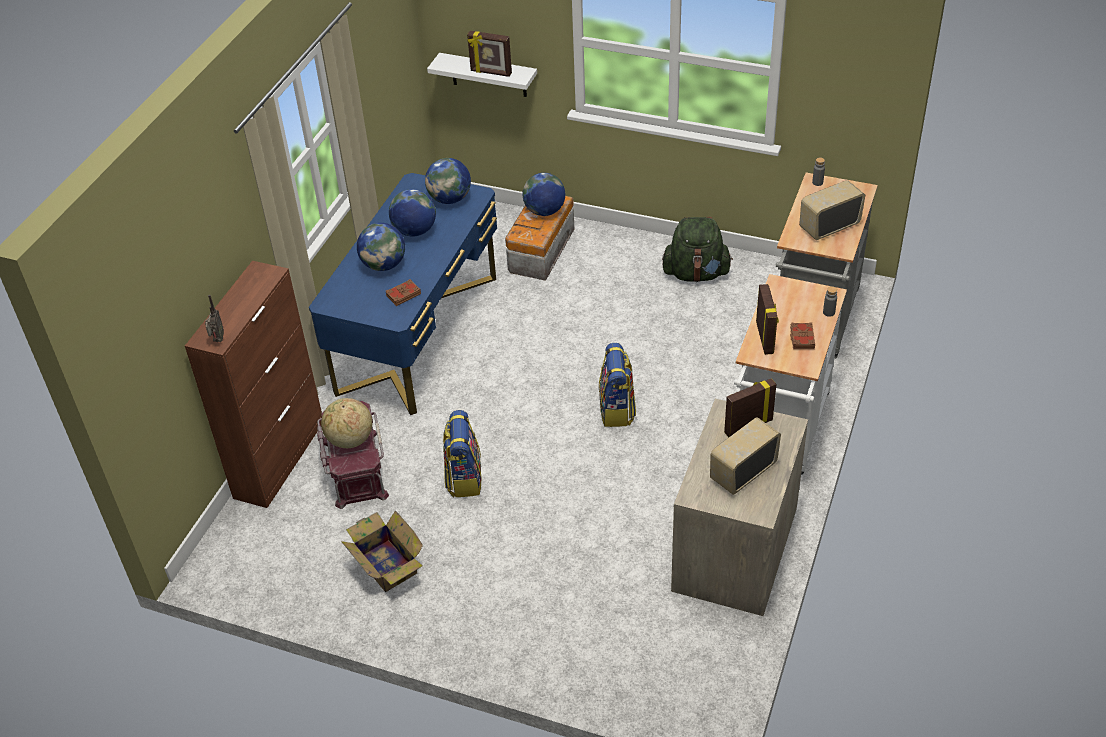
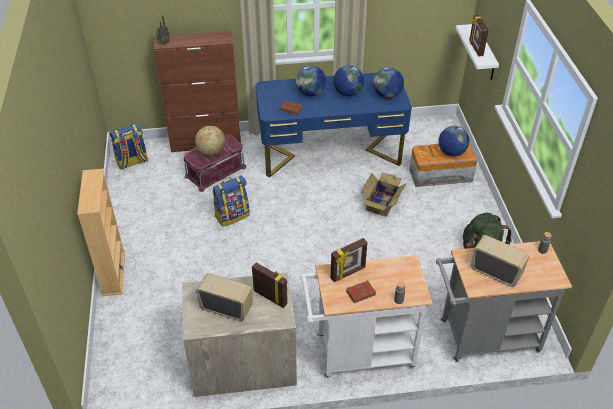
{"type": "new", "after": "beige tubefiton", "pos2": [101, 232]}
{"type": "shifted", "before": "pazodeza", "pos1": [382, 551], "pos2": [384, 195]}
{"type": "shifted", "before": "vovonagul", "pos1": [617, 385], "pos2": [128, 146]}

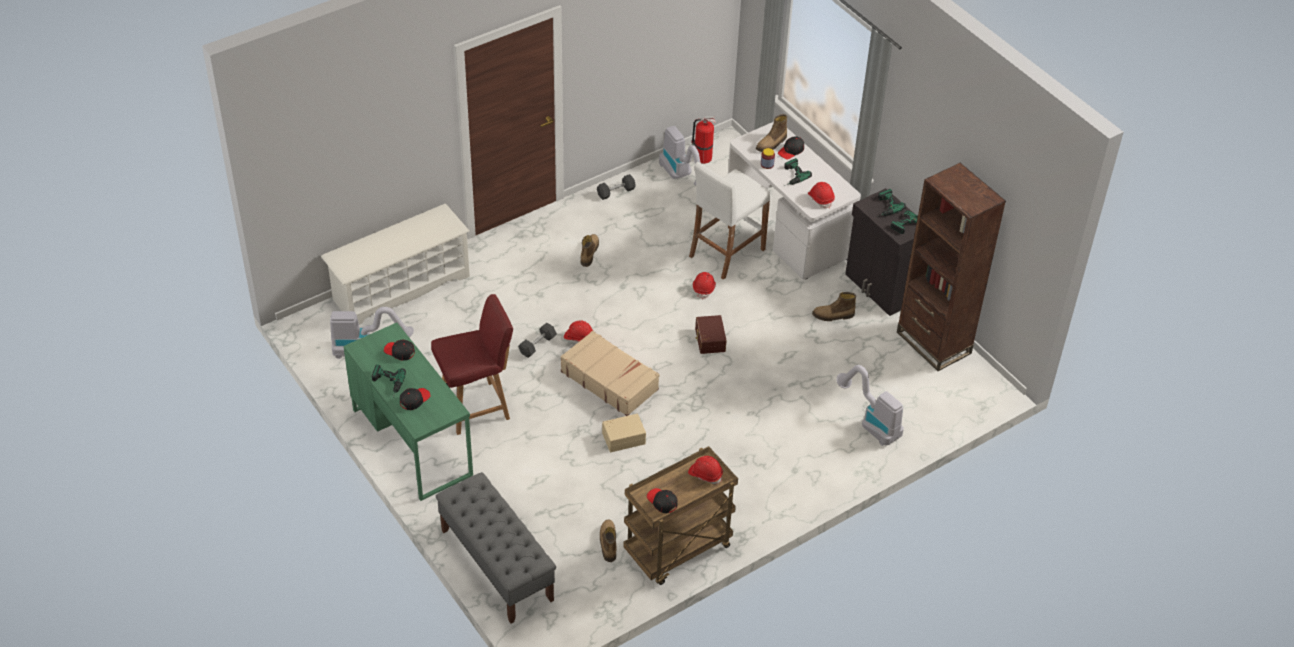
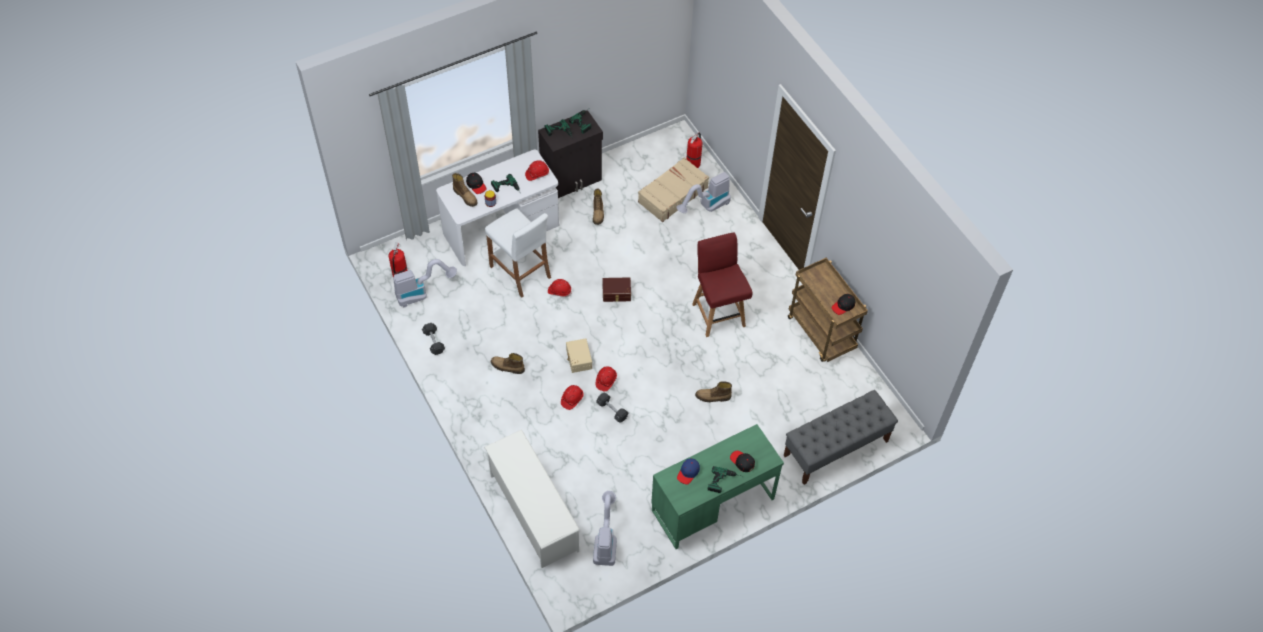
{"type": "gone", "before": "brown tubefiton", "pos1": [951, 267]}
{"type": "new", "after": "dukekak", "pos2": [694, 150]}
{"type": "shifted", "before": "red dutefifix", "pos1": [472, 364], "pos2": [722, 284]}
{"type": "shifted", "before": "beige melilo", "pos1": [610, 373], "pos2": [673, 189]}
{"type": "shifted", "before": "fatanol", "pos1": [608, 541], "pos2": [713, 391]}
{"type": "shifted", "before": "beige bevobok", "pos1": [624, 433], "pos2": [579, 355]}
{"type": "shifted", "before": "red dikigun", "pos1": [705, 470], "pos2": [572, 397]}
{"type": "repainted", "before": "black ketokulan", "after": "blue ketokulan", "pos1": [399, 350], "pos2": [688, 471]}

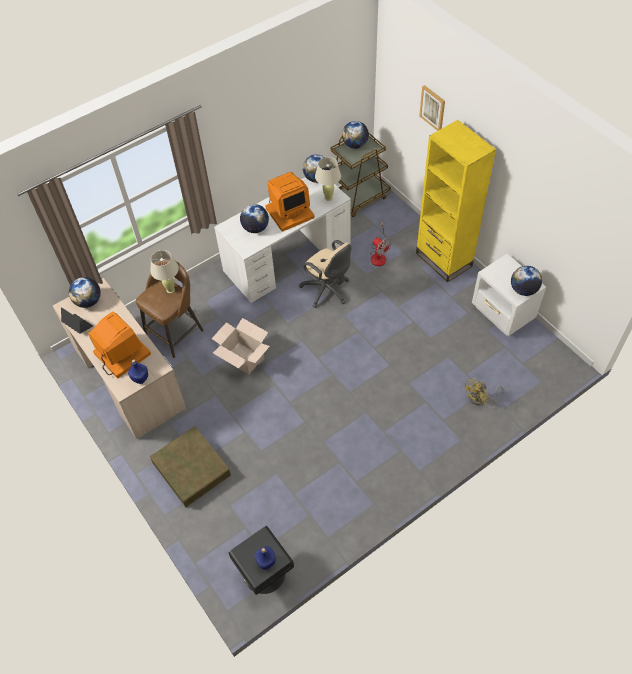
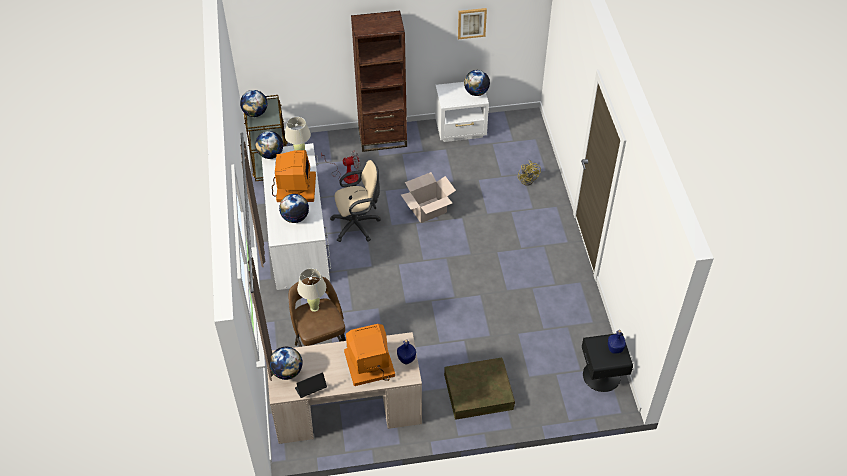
{"type": "shifted", "before": "pazodeza", "pos1": [241, 346], "pos2": [428, 197]}
{"type": "shifted", "before": "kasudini", "pos1": [432, 108], "pos2": [472, 23]}
{"type": "repainted", "before": "yellow tubefiton", "after": "brown tubefiton", "pos1": [456, 201], "pos2": [379, 81]}

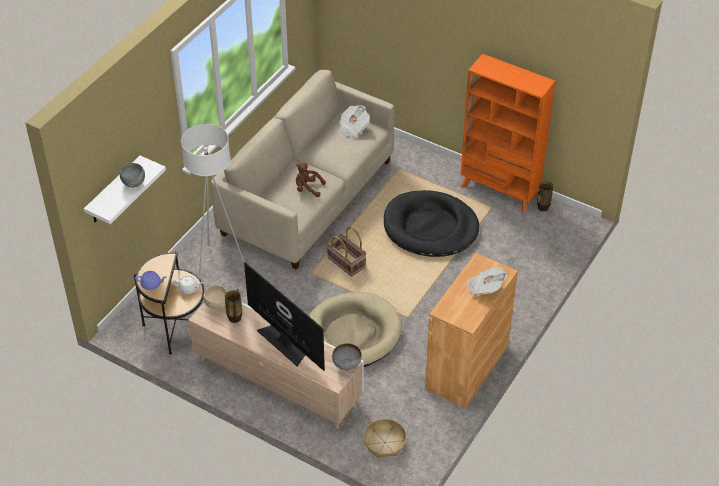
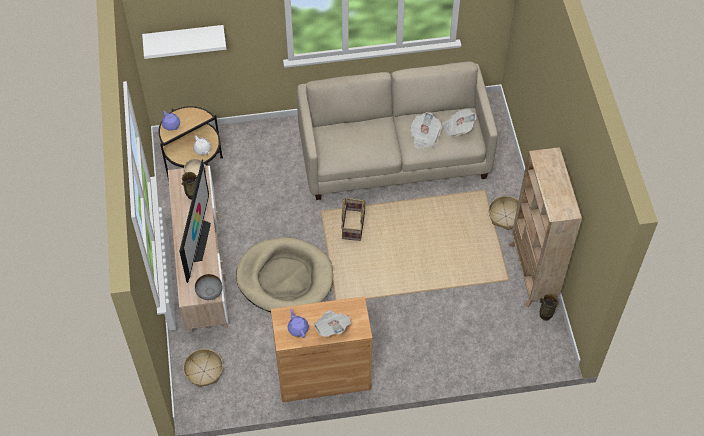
{"type": "gone", "before": "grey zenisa", "pos1": [132, 175]}
{"type": "gone", "before": "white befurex", "pos1": [213, 200]}
{"type": "gone", "before": "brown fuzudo", "pos1": [311, 179]}
{"type": "gone", "before": "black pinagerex", "pos1": [431, 223]}
{"type": "new", "after": "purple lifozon", "pos2": [298, 323]}
{"type": "new", "after": "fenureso", "pos2": [426, 130]}
{"type": "new", "after": "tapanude", "pos2": [504, 213]}
{"type": "repainted", "before": "orange tubefiton", "after": "beige tubefiton", "pos1": [508, 133], "pos2": [546, 227]}

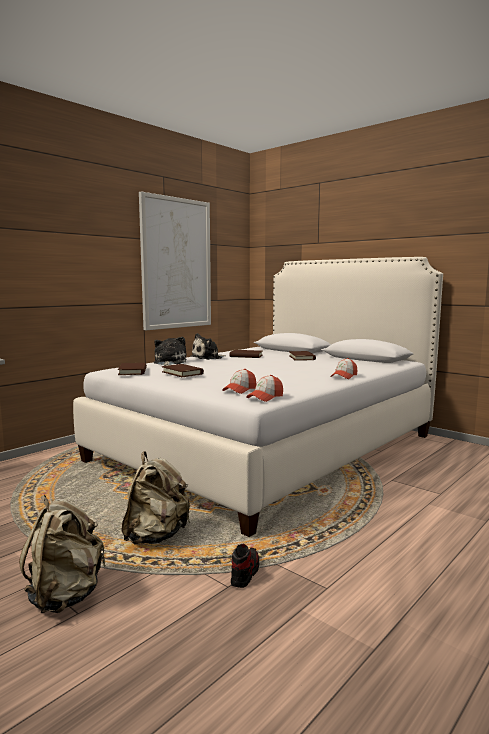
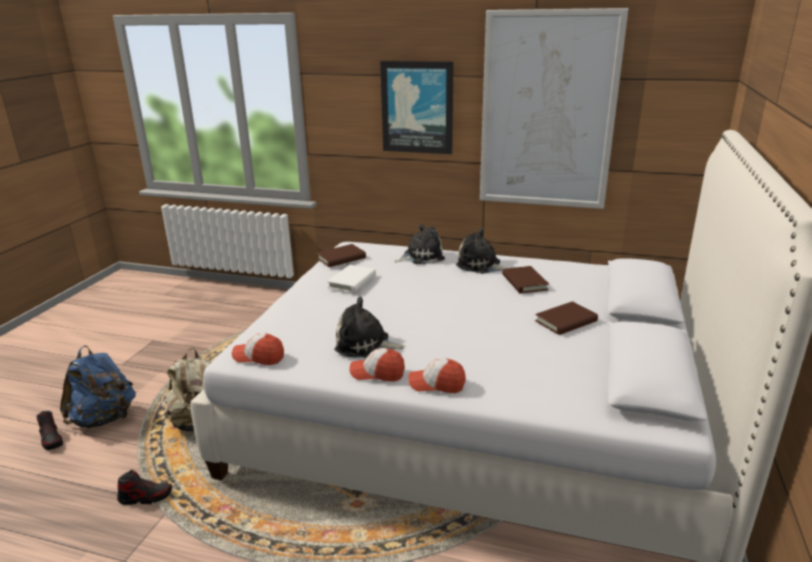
{"type": "new", "after": "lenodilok", "pos2": [49, 430]}
{"type": "new", "after": "fuzudo", "pos2": [370, 327]}
{"type": "new", "after": "kasudini", "pos2": [417, 107]}
{"type": "shifted", "before": "ketokulan", "pos1": [239, 381], "pos2": [377, 365]}
{"type": "repainted", "before": "beige vovonagul", "after": "blue vovonagul", "pos1": [62, 554], "pos2": [98, 387]}
{"type": "repainted", "before": "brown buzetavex", "after": "white buzetavex", "pos1": [183, 370], "pos2": [351, 279]}

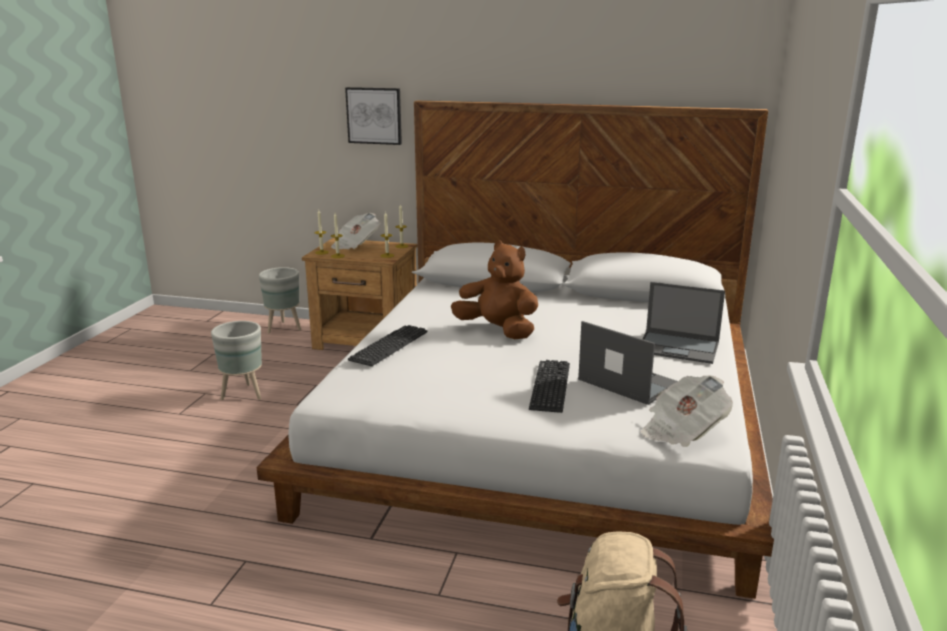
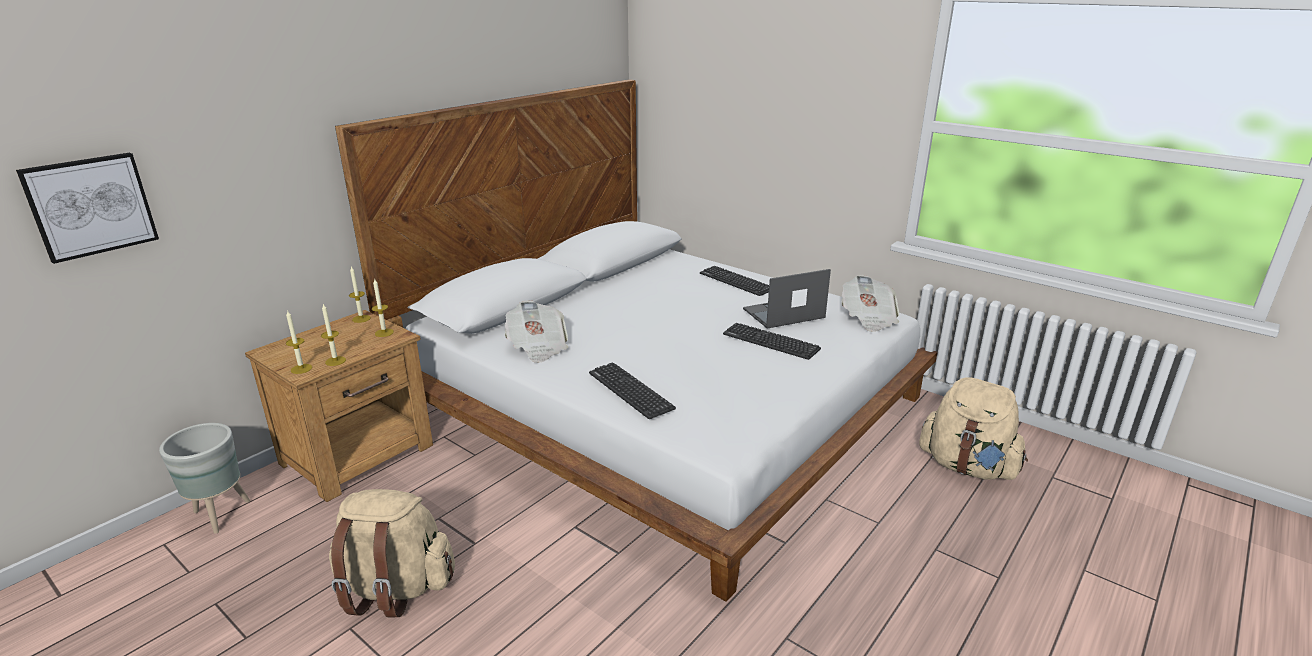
{"type": "gone", "before": "brown fuzudo", "pos1": [494, 289]}
{"type": "shifted", "before": "fenureso", "pos1": [355, 231], "pos2": [536, 331]}
{"type": "shifted", "before": "kasudini", "pos1": [373, 116], "pos2": [87, 208]}
{"type": "swapped", "before": "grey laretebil", "after": "beige vovonagul", "pos1": [236, 360], "pos2": [392, 553]}
{"type": "swapped", "before": "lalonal", "after": "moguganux", "pos1": [683, 323], "pos2": [734, 281]}

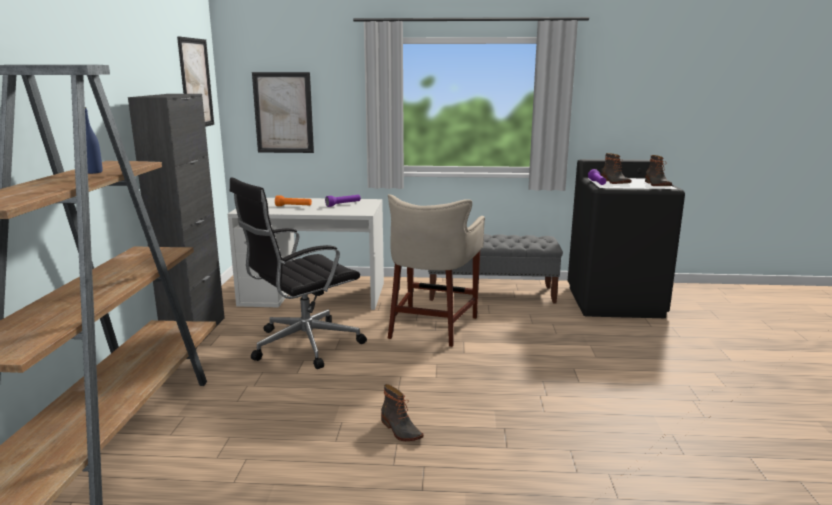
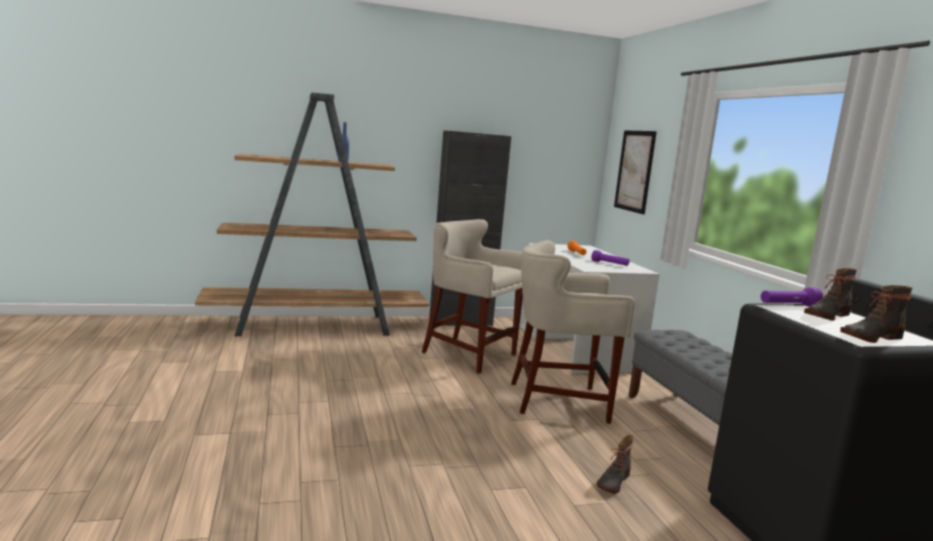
{"type": "gone", "before": "kasudini", "pos1": [195, 82]}
{"type": "shifted", "before": "fatanol", "pos1": [402, 412], "pos2": [615, 464]}
{"type": "swapped", "before": "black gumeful", "after": "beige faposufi", "pos1": [298, 273], "pos2": [472, 296]}

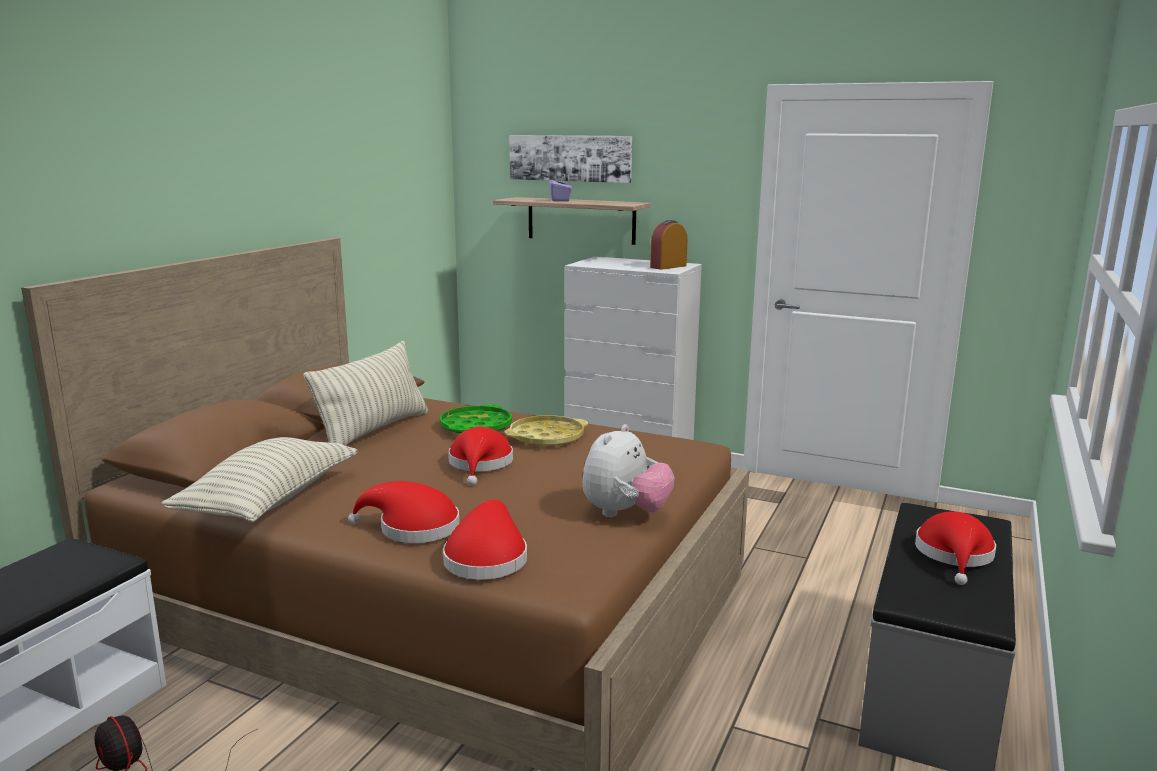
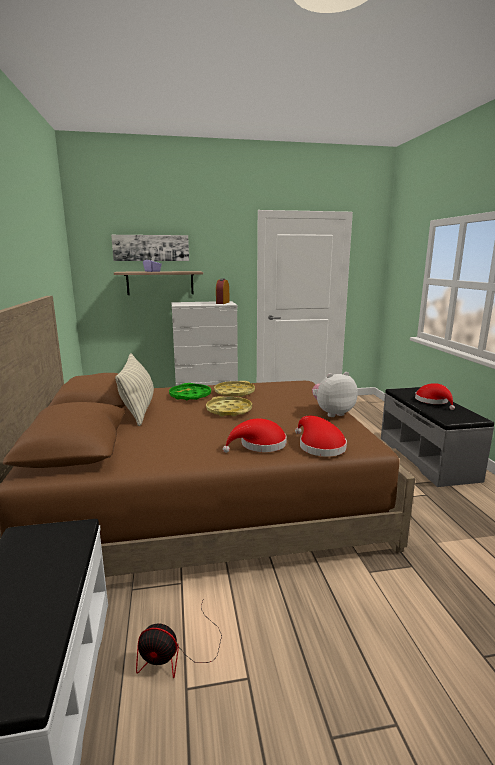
{"type": "gone", "before": "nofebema", "pos1": [259, 479]}
{"type": "swapped", "before": "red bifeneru", "after": "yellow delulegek", "pos1": [480, 456], "pos2": [229, 406]}
{"type": "rotated", "before": "fuzudo", "pos1": [628, 470], "pos2": [335, 394], "turn": -105}

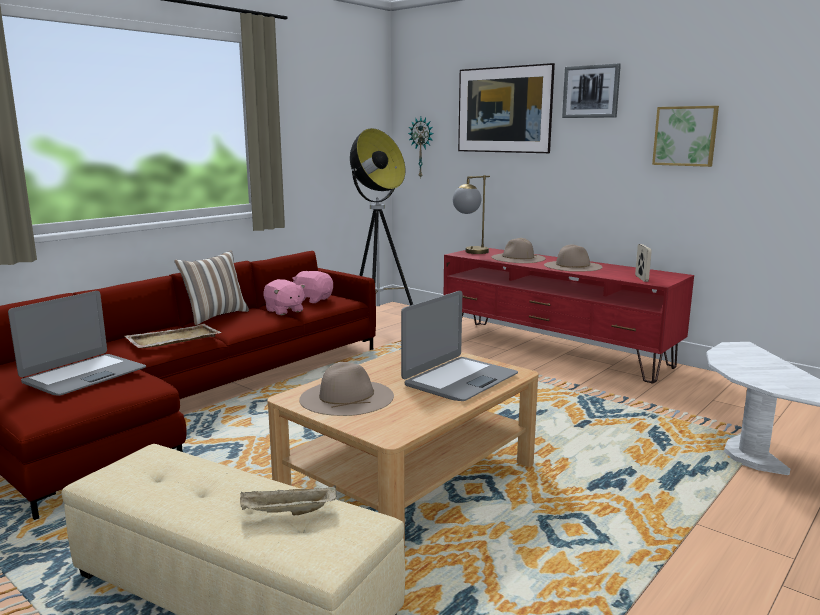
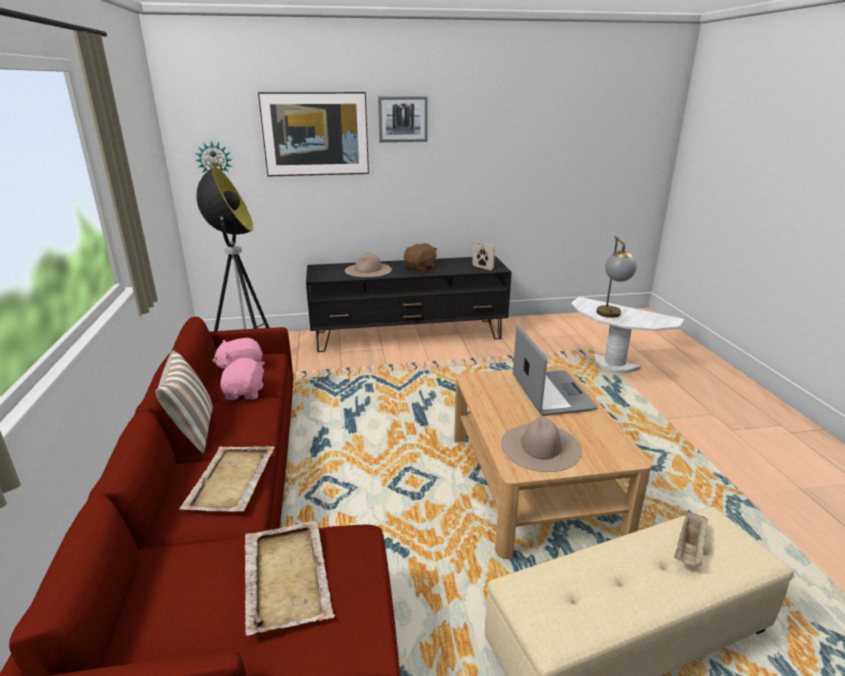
{"type": "gone", "before": "kasudini", "pos1": [685, 136]}
{"type": "shifted", "before": "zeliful", "pos1": [471, 214], "pos2": [616, 277]}
{"type": "swapped", "before": "lalonal", "after": "beige delulegek", "pos1": [77, 343], "pos2": [290, 578]}
{"type": "swapped", "before": "beige bifeneru", "after": "brown fuzudo", "pos1": [573, 258], "pos2": [420, 257]}
{"type": "repainted", "before": "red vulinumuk", "after": "black vulinumuk", "pos1": [569, 316], "pos2": [409, 304]}
{"type": "rotated", "before": "pink fuzudo", "pos1": [284, 297], "pos2": [242, 379], "turn": -90}

